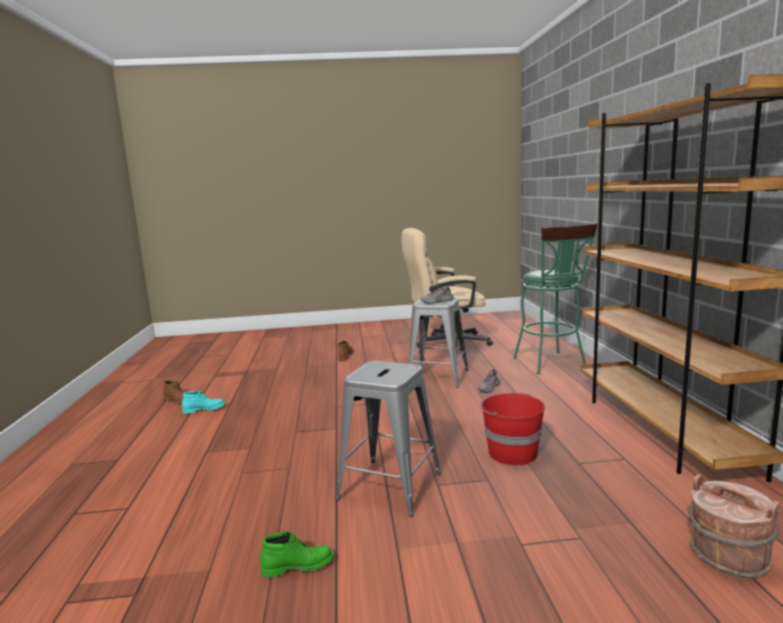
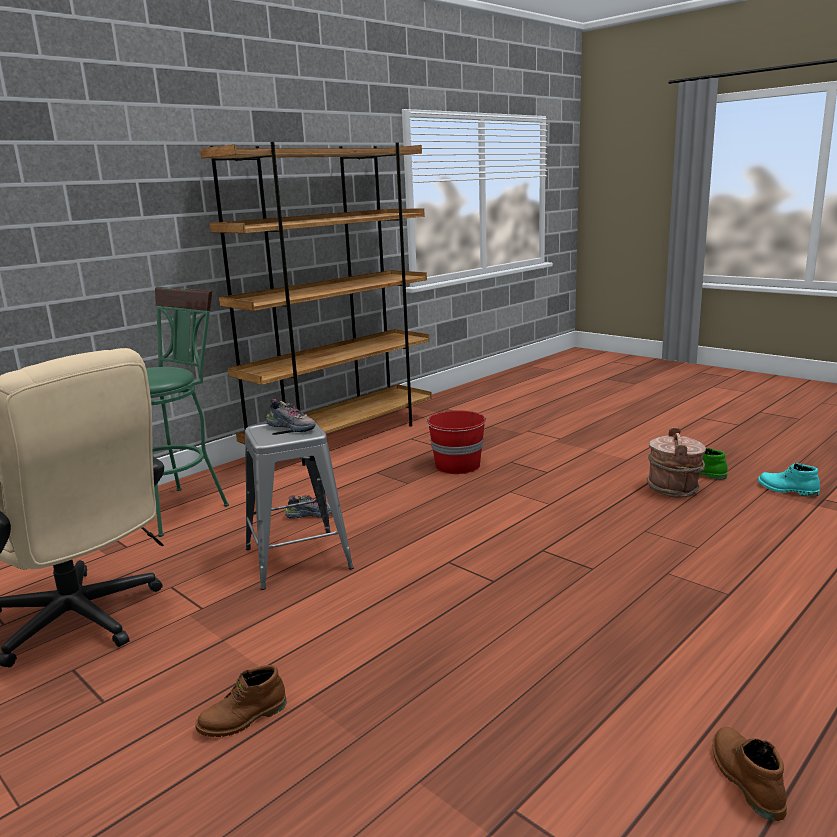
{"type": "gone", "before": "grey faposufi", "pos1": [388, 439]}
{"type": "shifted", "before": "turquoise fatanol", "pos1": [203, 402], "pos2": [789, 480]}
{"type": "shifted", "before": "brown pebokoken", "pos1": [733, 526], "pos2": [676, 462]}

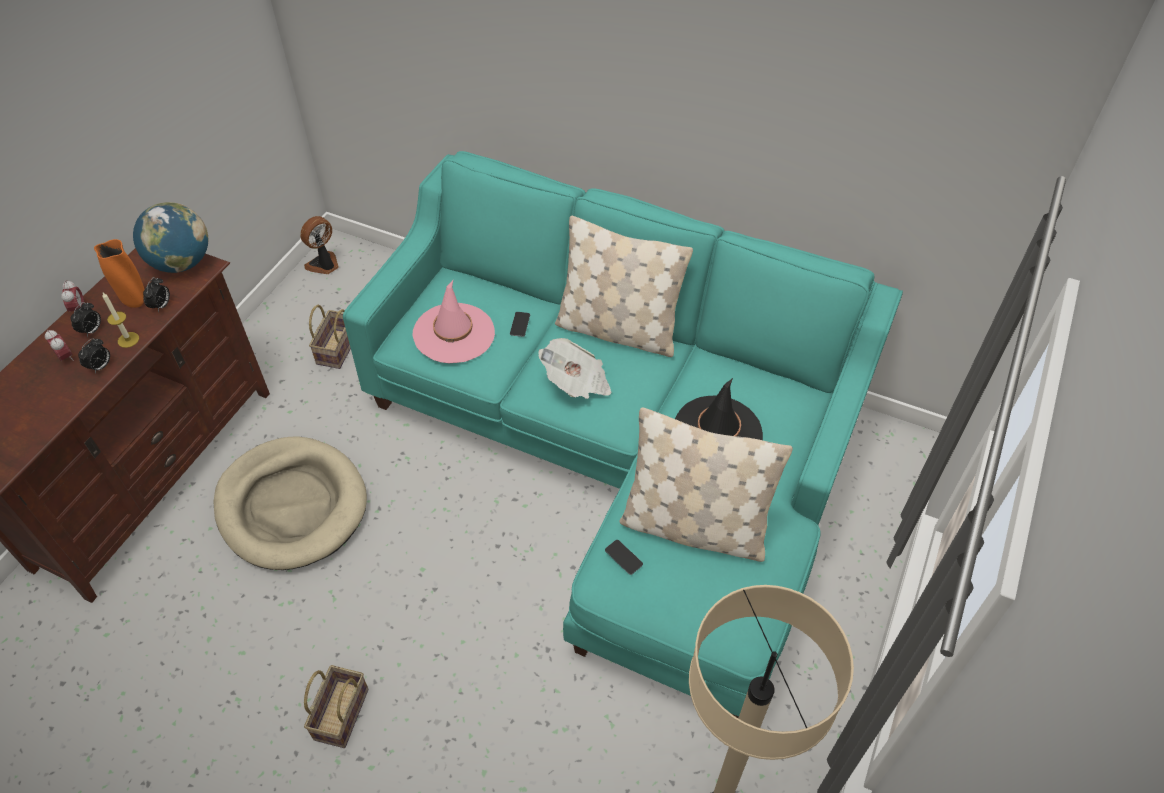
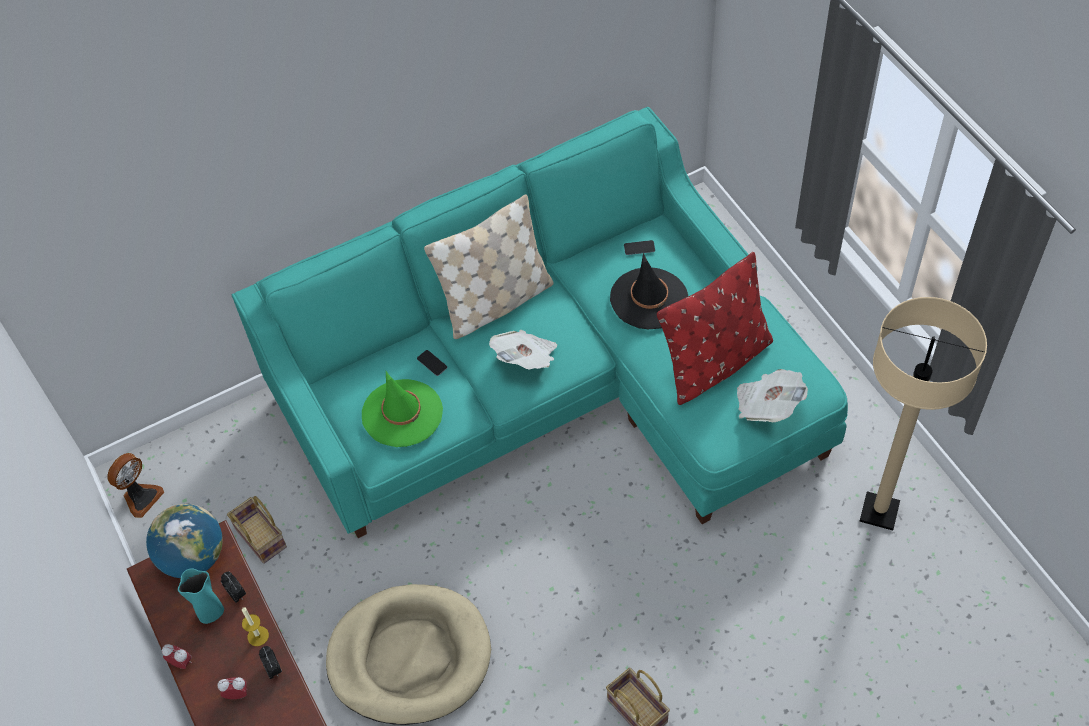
{"type": "gone", "before": "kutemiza", "pos1": [86, 319]}
{"type": "new", "after": "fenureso", "pos2": [772, 395]}
{"type": "shifted", "before": "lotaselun", "pos1": [624, 557], "pos2": [639, 247]}
{"type": "repainted", "before": "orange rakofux", "after": "turquoise rakofux", "pos1": [119, 273], "pos2": [201, 596]}
{"type": "repainted", "before": "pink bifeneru", "after": "green bifeneru", "pos1": [454, 321], "pos2": [402, 409]}
{"type": "repainted", "before": "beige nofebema", "after": "red nofebema", "pos1": [706, 485], "pos2": [715, 328]}
{"type": "rotated", "before": "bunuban", "pos1": [319, 245], "pos2": [135, 485], "turn": -135}

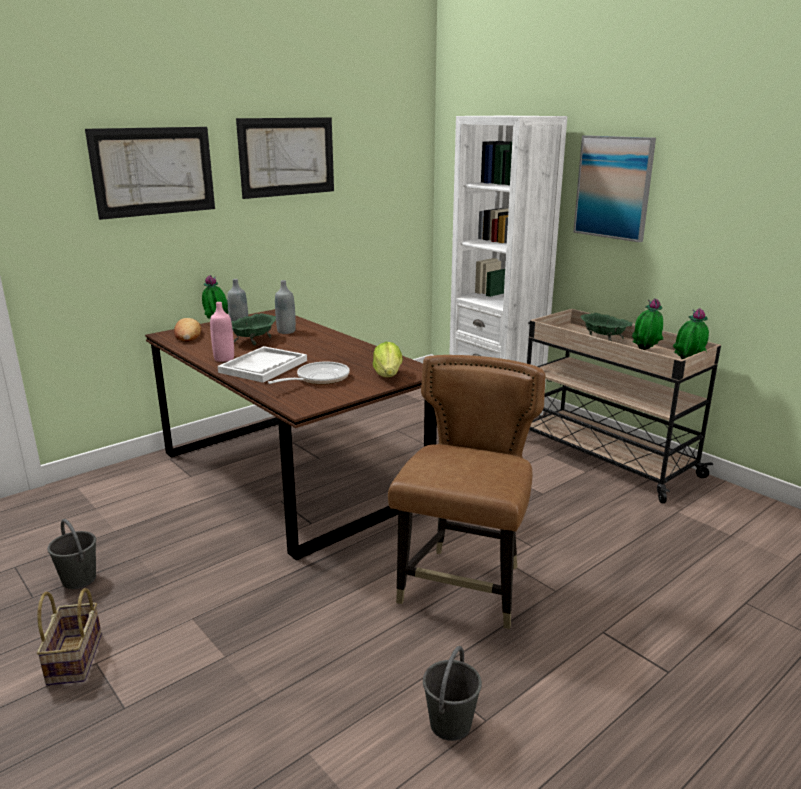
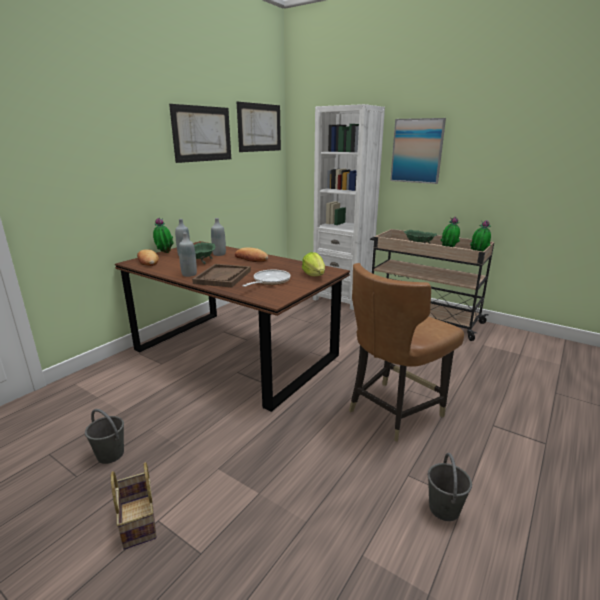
{"type": "new", "after": "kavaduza", "pos2": [251, 254]}
{"type": "shifted", "before": "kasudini", "pos1": [150, 173], "pos2": [259, 127]}
{"type": "repainted", "before": "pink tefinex", "after": "grey tefinex", "pos1": [222, 332], "pos2": [188, 254]}
{"type": "repainted", "before": "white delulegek", "after": "brown delulegek", "pos1": [262, 364], "pos2": [221, 275]}
{"type": "rotated", "before": "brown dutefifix", "pos1": [466, 492], "pos2": [406, 352], "turn": -135}

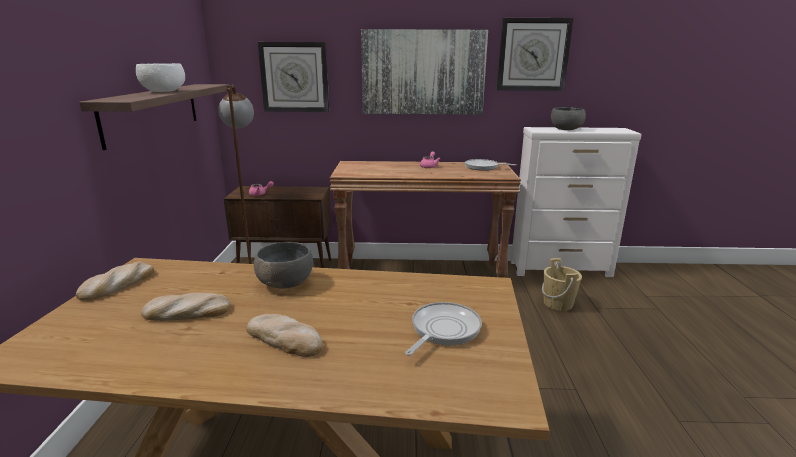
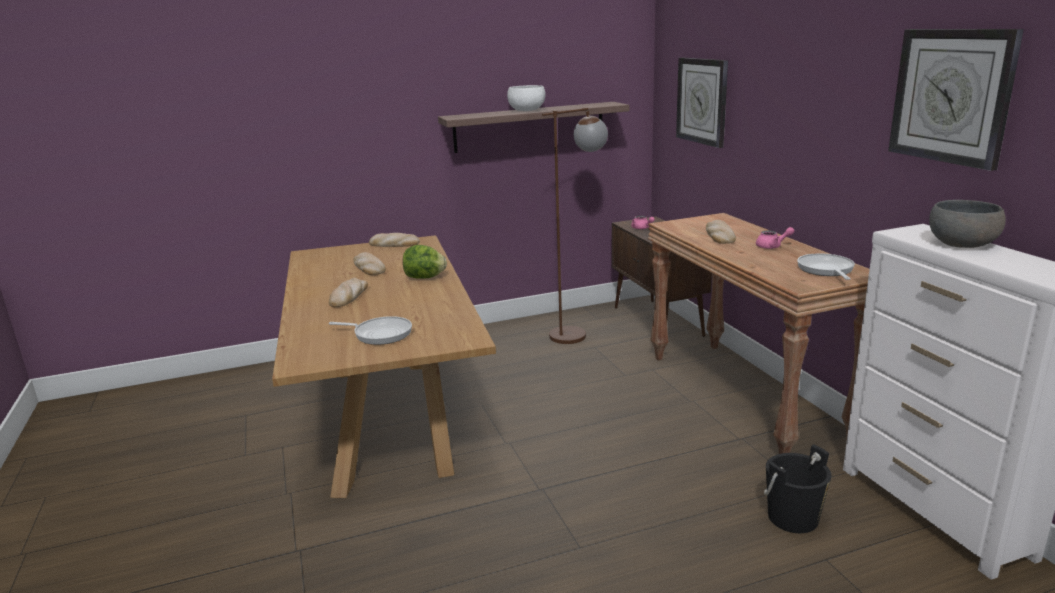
{"type": "gone", "before": "kasudini", "pos1": [424, 72]}
{"type": "new", "after": "kavaduza", "pos2": [721, 232]}
{"type": "swapped", "before": "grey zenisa", "after": "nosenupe", "pos1": [283, 265], "pos2": [425, 262]}
{"type": "repainted", "before": "beige pebokoken", "after": "black pebokoken", "pos1": [562, 284], "pos2": [797, 488]}

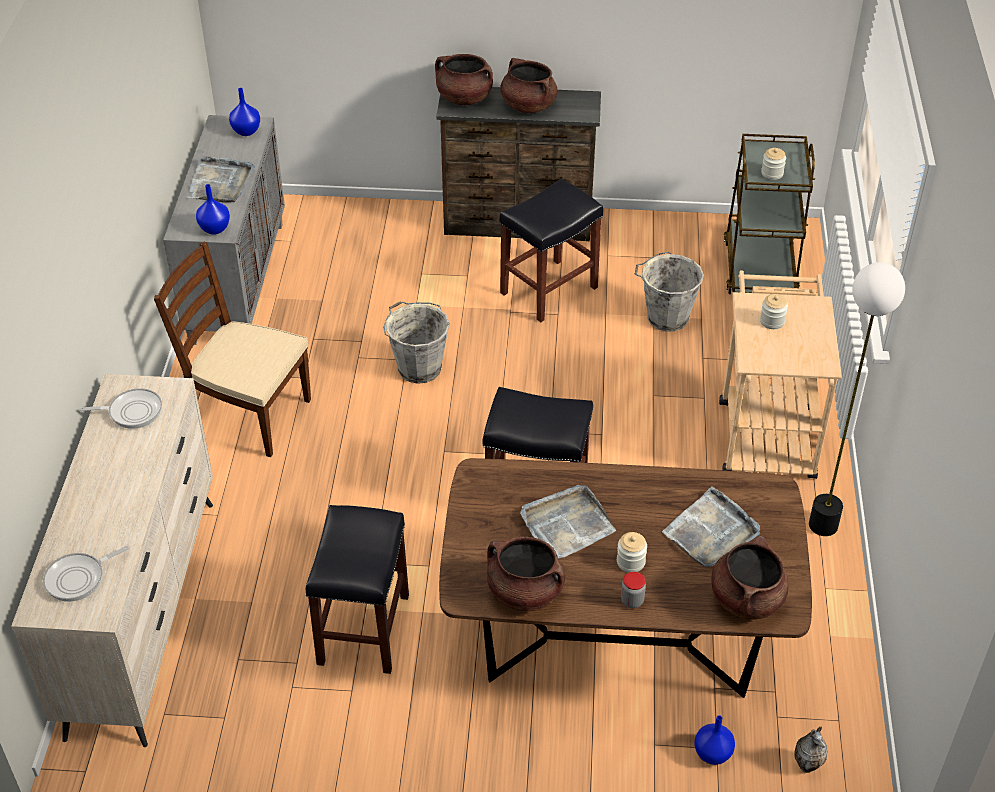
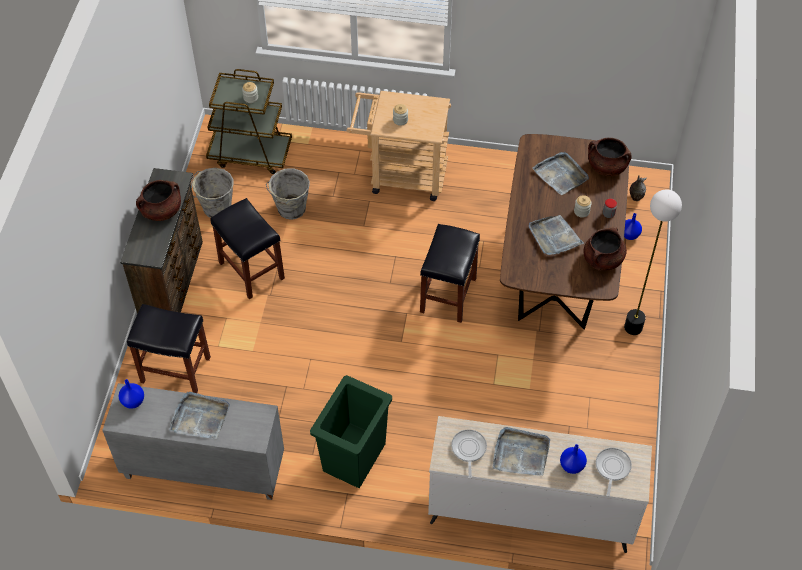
{"type": "gone", "before": "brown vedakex", "pos1": [464, 79]}
{"type": "new", "after": "grey delulegek", "pos2": [521, 451]}
{"type": "shifted", "before": "blue rakofux", "pos1": [213, 209], "pos2": [573, 459]}
{"type": "shifted", "before": "black faposufi", "pos1": [357, 589], "pos2": [169, 348]}
{"type": "shifted", "before": "grey pebokoken", "pos1": [416, 342], "pos2": [212, 193]}
{"type": "shifted", "before": "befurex", "pos1": [857, 399], "pos2": [653, 262]}
{"type": "swapped", "before": "brown dutefifix", "after": "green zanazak", "pos1": [232, 349], "pos2": [351, 431]}
{"type": "rotated", "before": "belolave", "pos1": [86, 574], "pos2": [614, 472], "turn": -135}

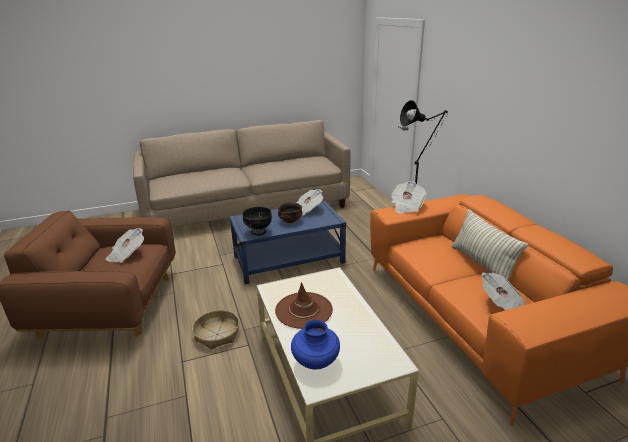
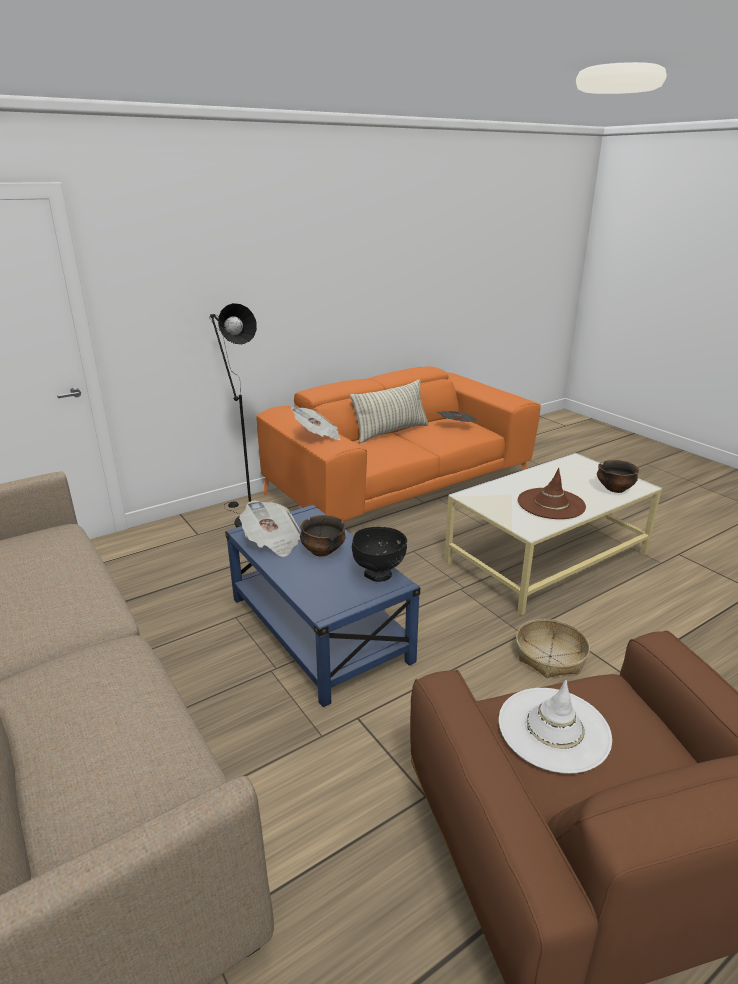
{"type": "swapped", "before": "fenureso", "after": "white bifeneru", "pos1": [125, 245], "pos2": [555, 727]}
{"type": "swapped", "before": "blue rakofux", "after": "zenisa", "pos1": [315, 344], "pos2": [618, 476]}

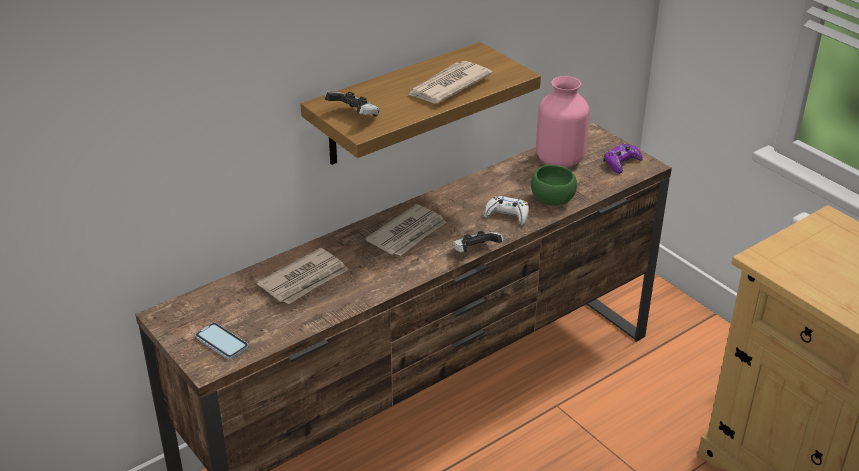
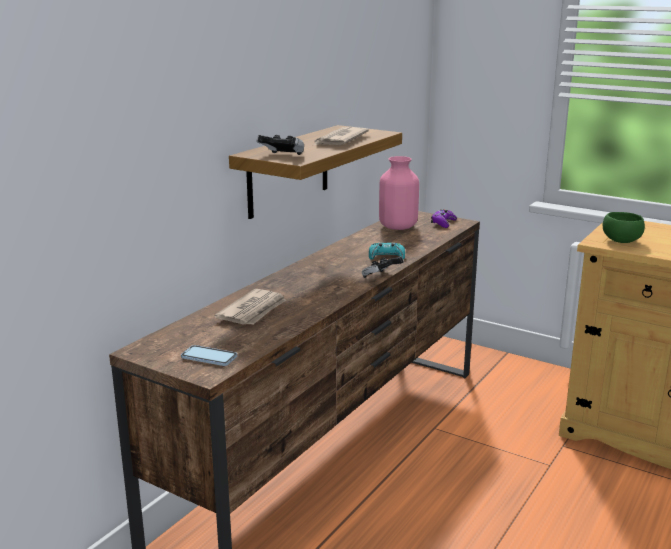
{"type": "gone", "before": "fenureso", "pos1": [405, 230]}
{"type": "shifted", "before": "green zenisa", "pos1": [554, 185], "pos2": [624, 227]}
{"type": "repainted", "before": "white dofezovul", "after": "turquoise dofezovul", "pos1": [506, 210], "pos2": [387, 251]}

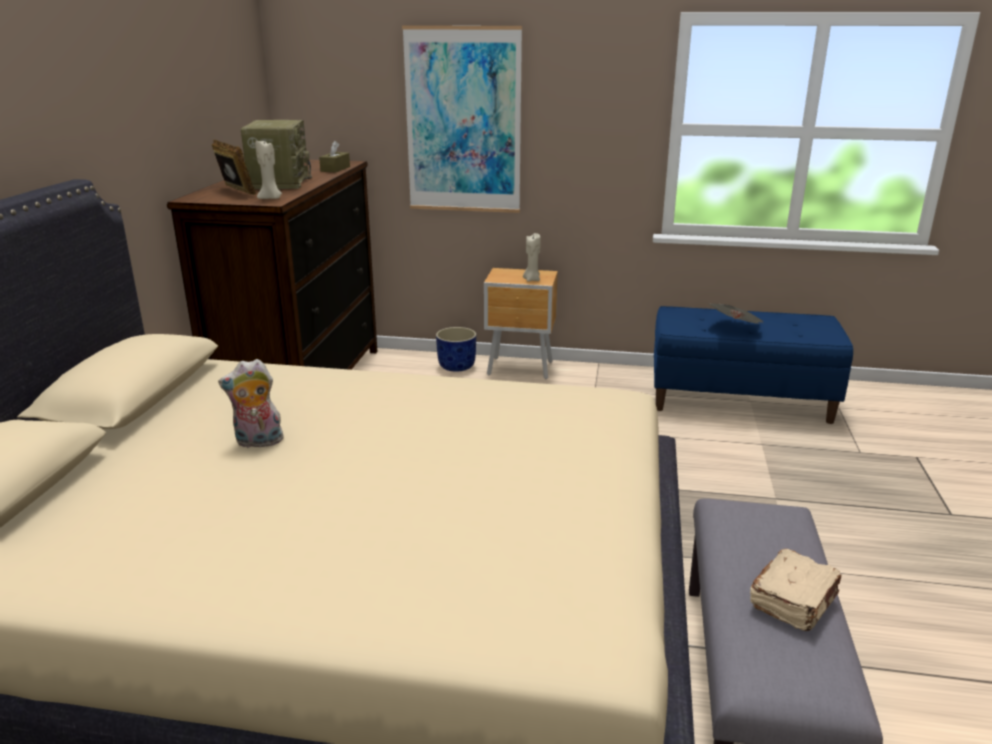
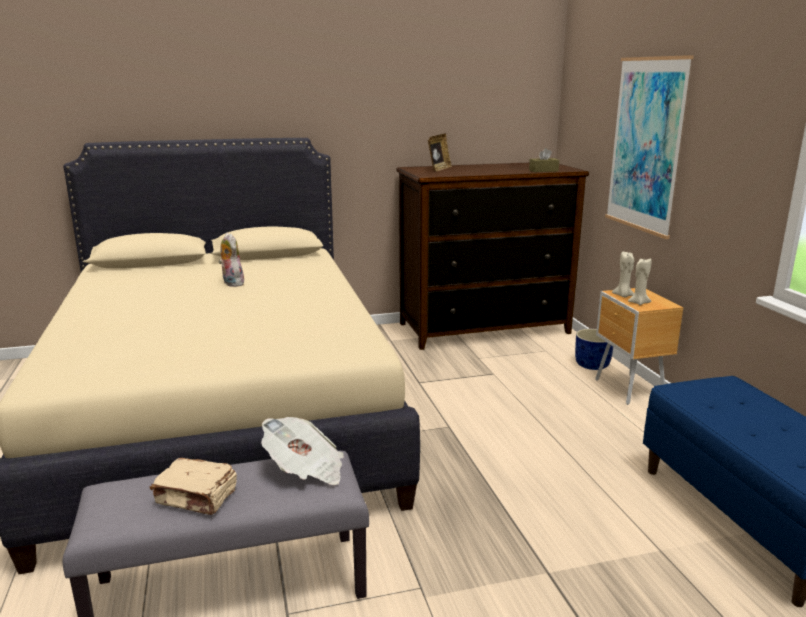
{"type": "gone", "before": "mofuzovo", "pos1": [276, 154]}
{"type": "shifted", "before": "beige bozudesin", "pos1": [268, 170], "pos2": [623, 274]}
{"type": "shifted", "before": "fenureso", "pos1": [736, 314], "pos2": [302, 451]}

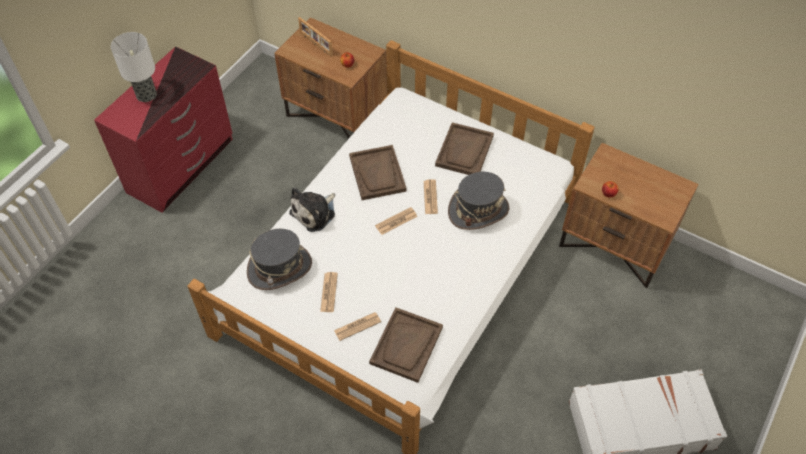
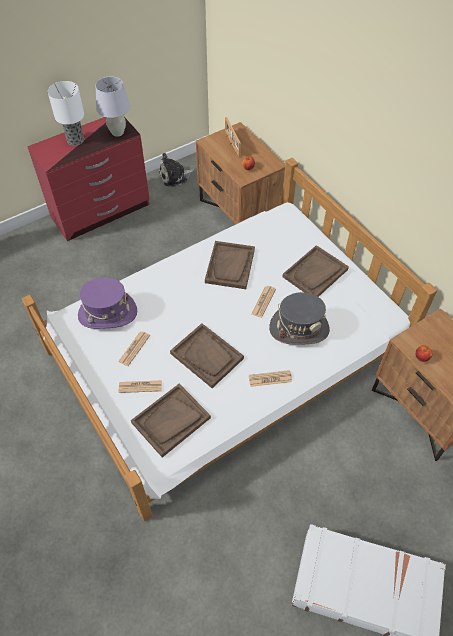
{"type": "new", "after": "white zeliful", "pos2": [112, 107]}
{"type": "new", "after": "brown delulegek", "pos2": [207, 355]}
{"type": "shifted", "before": "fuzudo", "pos1": [312, 209], "pos2": [176, 170]}
{"type": "shifted", "before": "fenureso", "pos1": [396, 221], "pos2": [270, 378]}
{"type": "repainted", "before": "grey bifeneru", "after": "purple bifeneru", "pos1": [279, 259], "pos2": [107, 303]}

